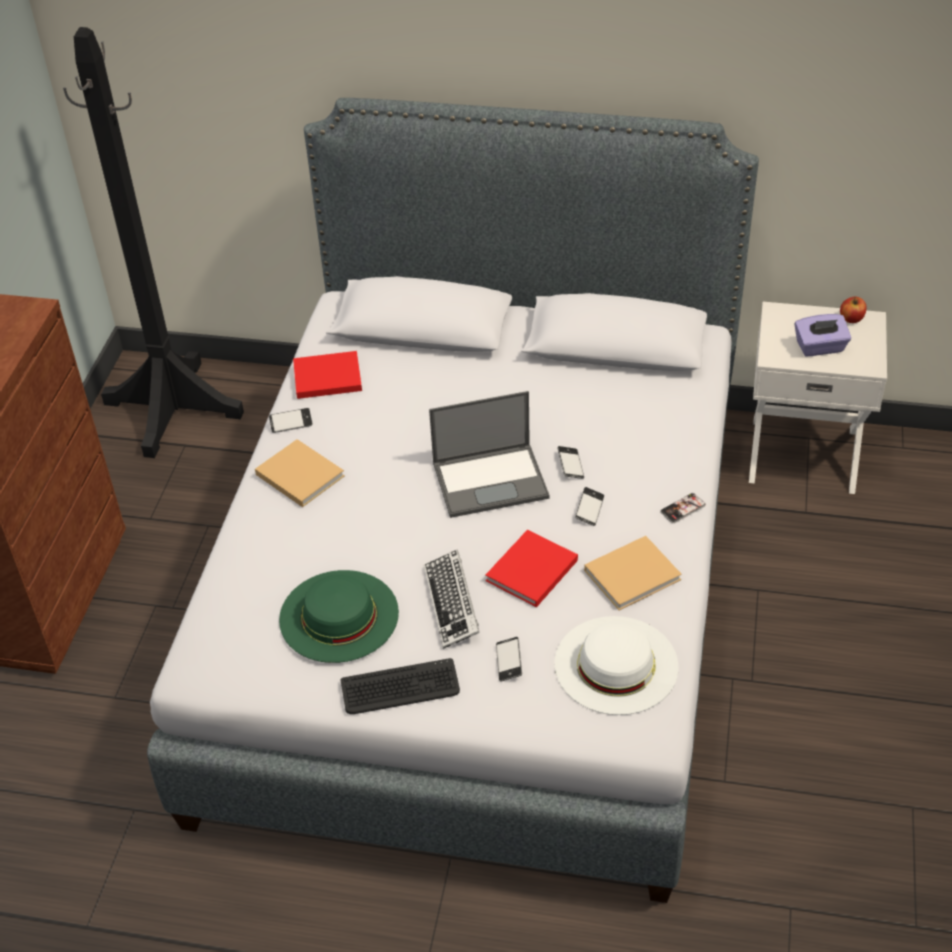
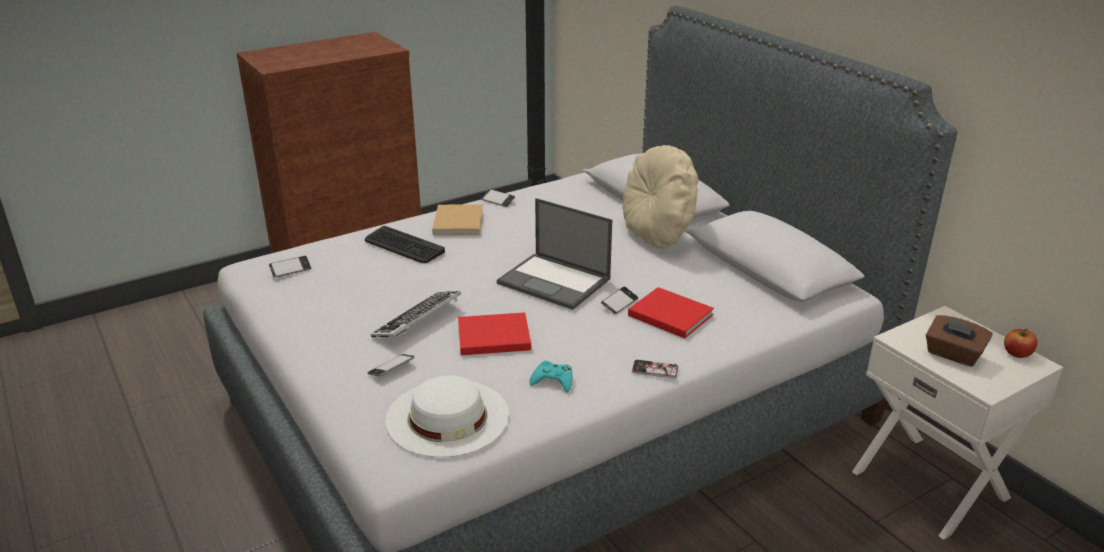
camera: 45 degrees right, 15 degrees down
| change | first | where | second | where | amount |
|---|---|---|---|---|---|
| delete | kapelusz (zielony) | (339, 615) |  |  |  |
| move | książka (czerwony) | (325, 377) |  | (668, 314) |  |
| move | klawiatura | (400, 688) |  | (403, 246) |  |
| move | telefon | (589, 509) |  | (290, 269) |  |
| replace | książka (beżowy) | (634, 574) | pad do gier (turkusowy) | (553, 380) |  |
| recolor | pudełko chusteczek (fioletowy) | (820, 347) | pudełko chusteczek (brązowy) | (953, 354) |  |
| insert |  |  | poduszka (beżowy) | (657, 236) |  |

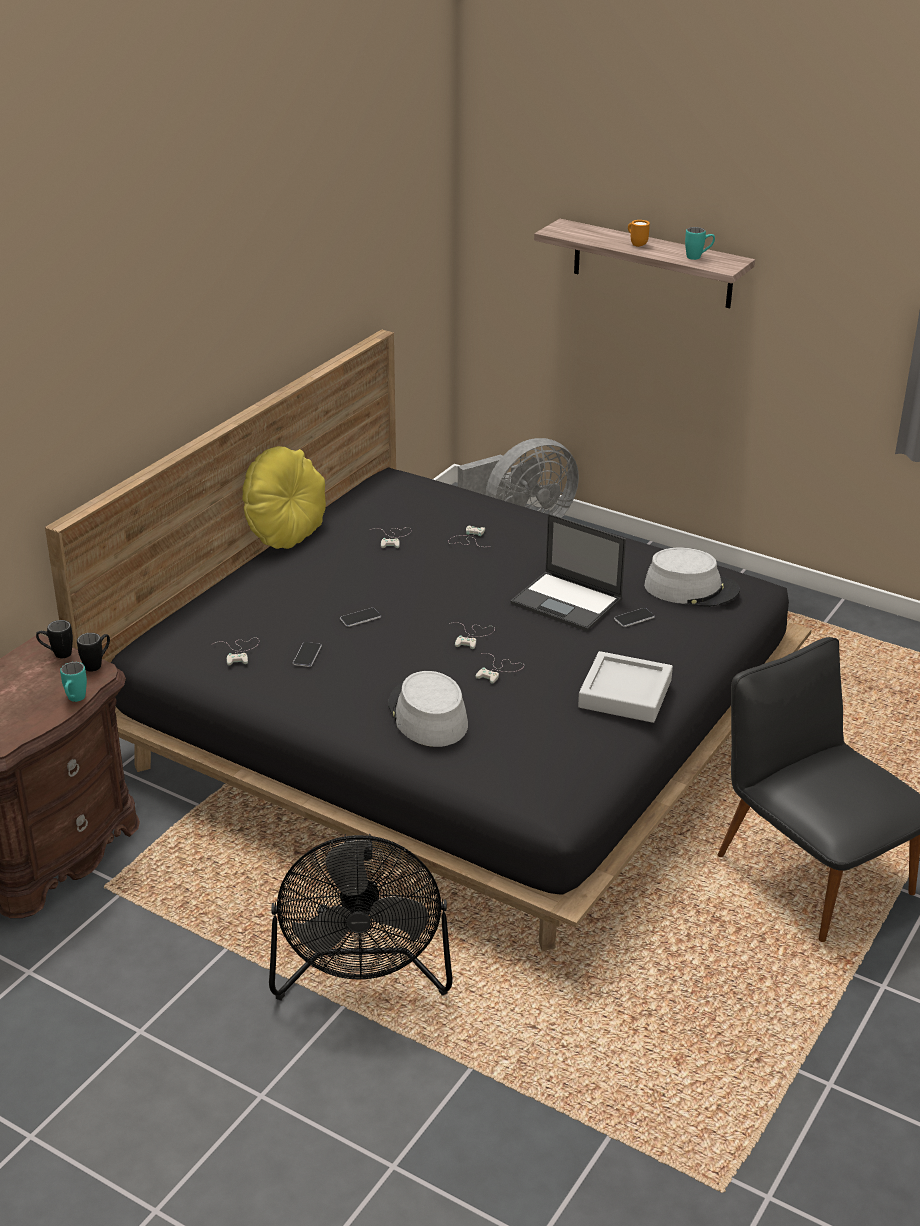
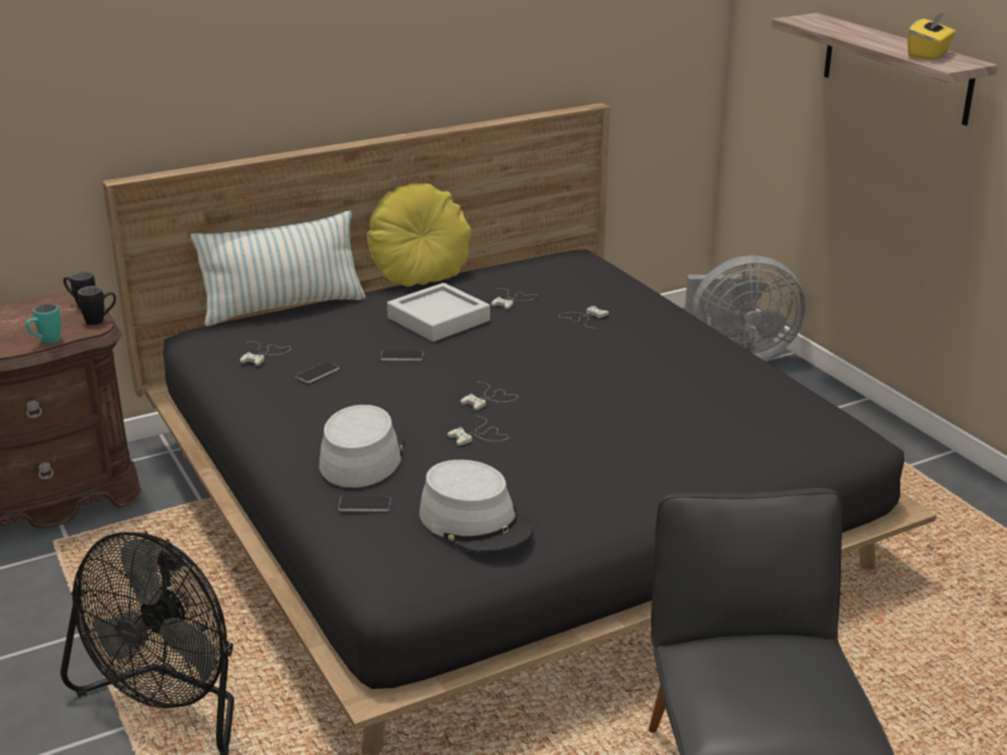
camera: 30 degrees right, 5 degrees down
| change | first | where | second | where | amount |
|---|---|---|---|---|---|
| delete | laptop | (568, 602) |  |  |  |
| move | taca (szary) | (625, 694) |  | (438, 319) |  |
| move | telefon | (634, 618) |  | (364, 505) |  |
| delete | kubek (pomarańczowy) | (636, 244) |  |  |  |
| move | kapelusz (szary) | (691, 589) |  | (475, 522) |  |
| replace | kubek (turkusowy) | (698, 257) | pudełko chusteczek (żółty) | (928, 55) |  |
| insert |  |  | poduszka | (283, 307) |  |

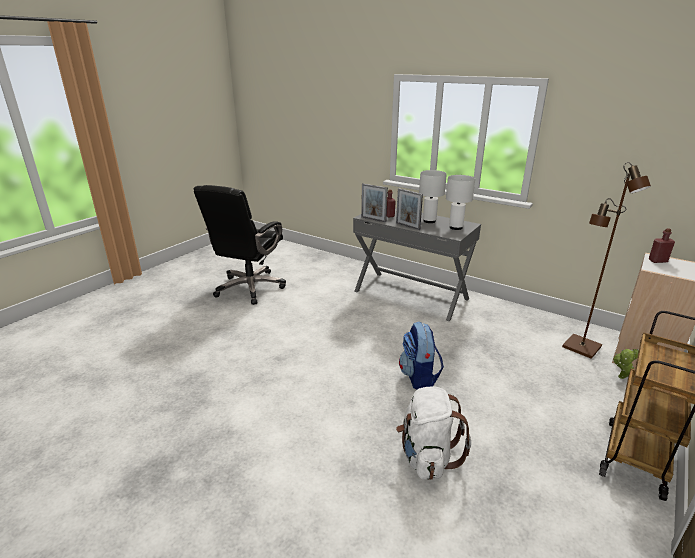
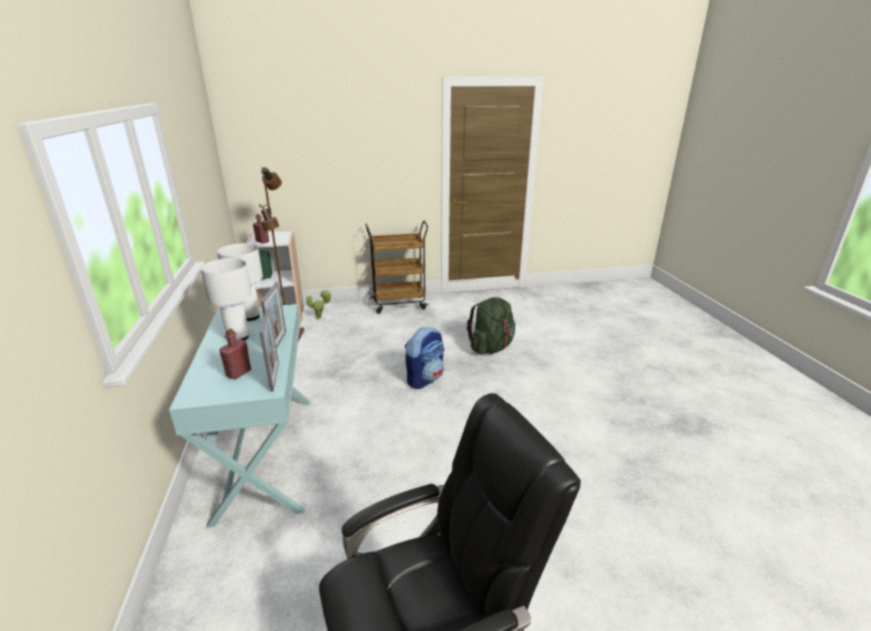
camera: 135 degrees left, 0 degrees up
| change | first | where | second | where | amount |
|---|---|---|---|---|---|
| recolor | biurko (szary) | (411, 295) | biurko (turkusowy) | (266, 454) |  |
| recolor | plecak (biały) | (427, 457) | plecak (zielony) | (491, 347) |  |

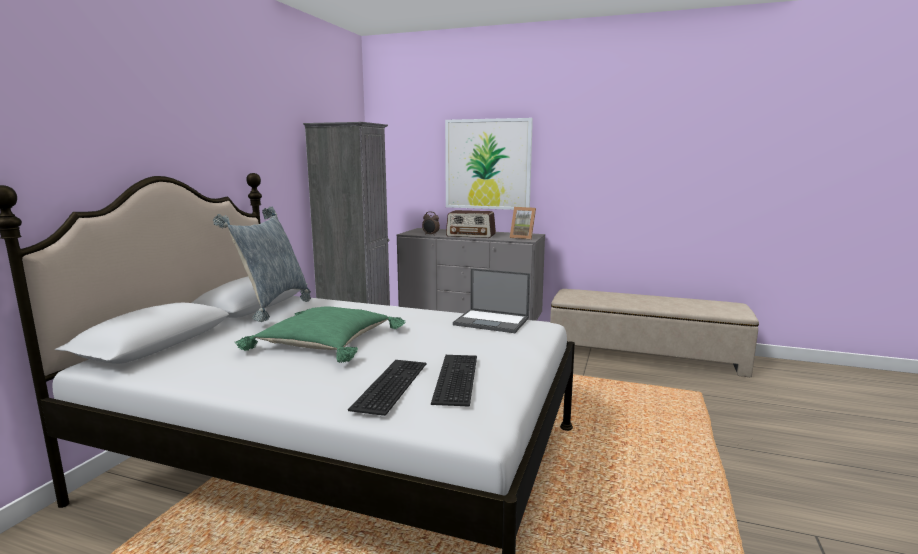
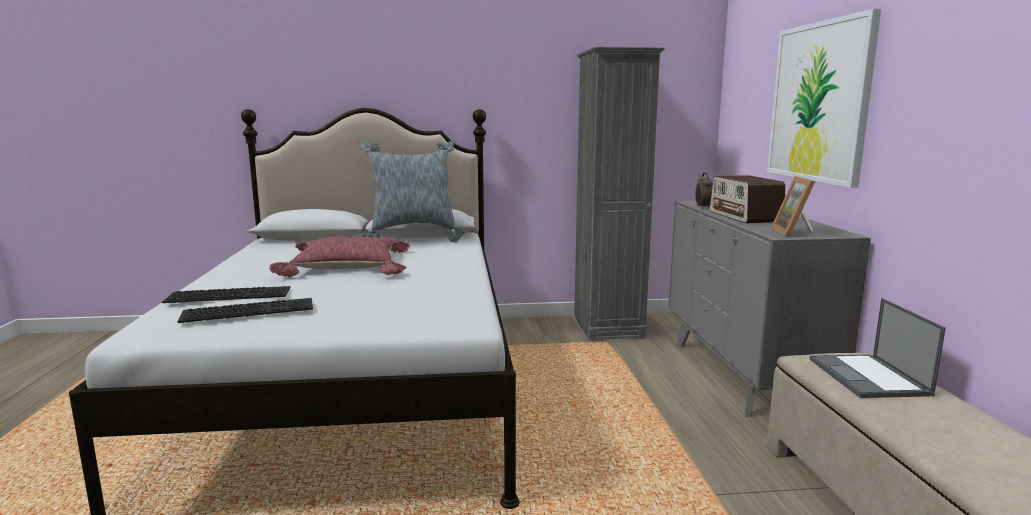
camera: 65 degrees right, 0 degrees up
| change | first | where | second | where | amount |
|---|---|---|---|---|---|
| recolor | poduszka (zielony) | (325, 340) | poduszka (czerwony) | (347, 264) |  |
| move | laptop | (492, 321) |  | (869, 377) |  |

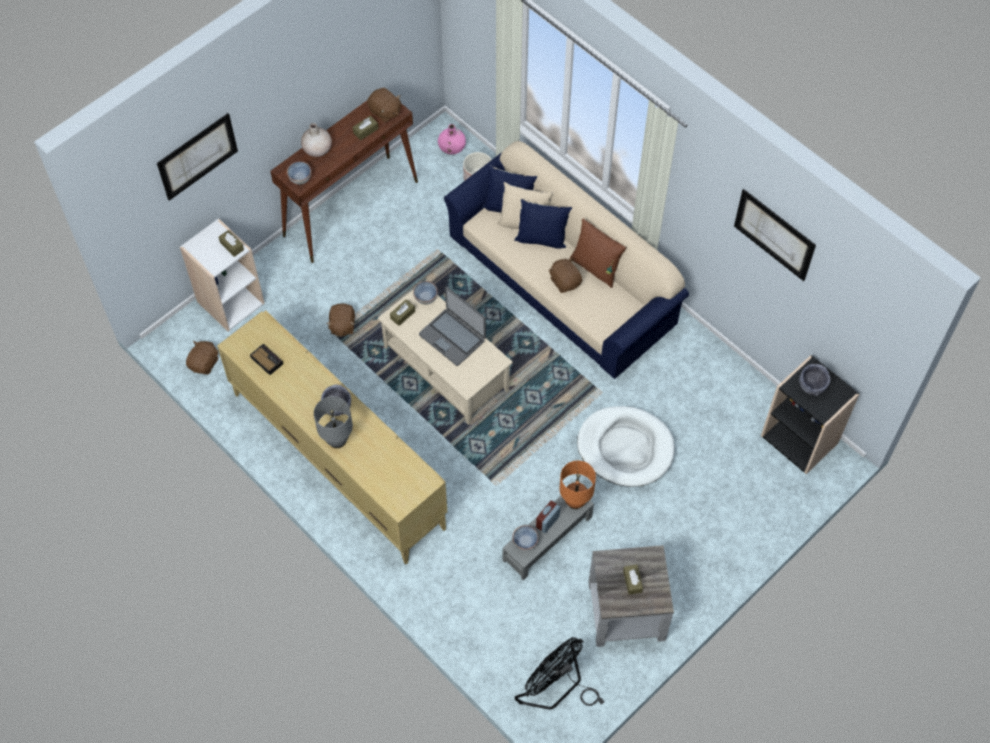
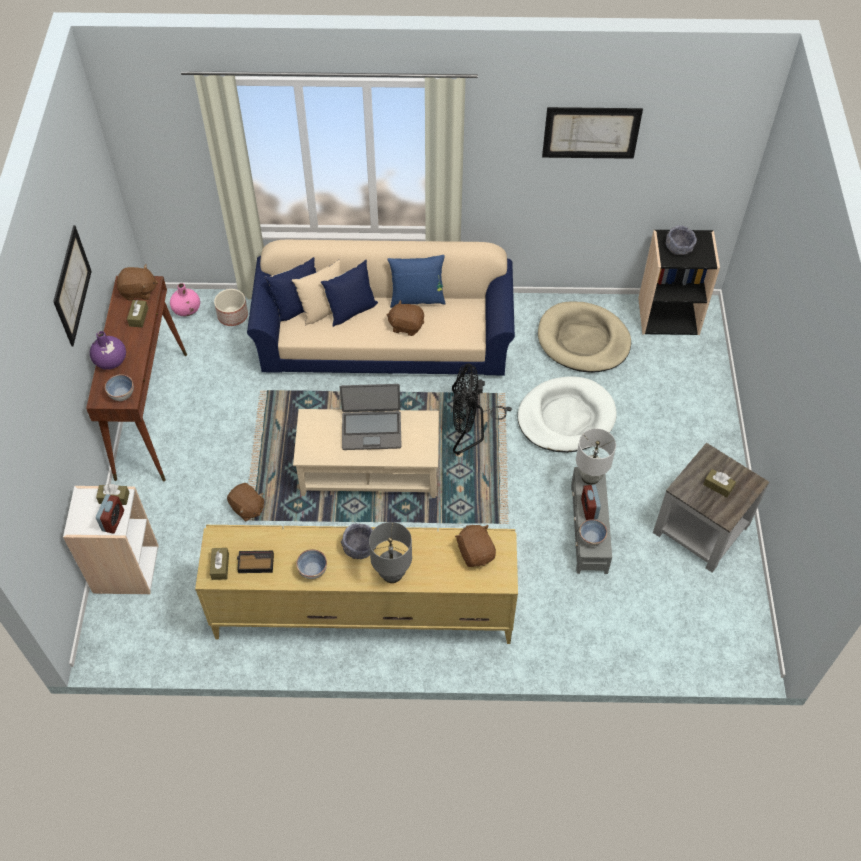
camera: 45 degrees left, 5 degrees down
| change | first | where | second | where | amount |
|---|---|---|---|---|---|
| move | obraz | (197, 156) |  | (72, 285) |  |
| move | pluszak (brązowy) | (204, 363) |  | (476, 552) |  |
| recolor | wazon (beżowy) | (317, 149) | wazon (fioletowy) | (110, 361) |  |
| move | pudełko chusteczek (brązowy) | (402, 315) |  | (220, 566) |  |
| move | miska | (425, 298) |  | (312, 570) |  |
| move | wentylator (czarny) | (560, 685) |  | (471, 422) |  |
| recolor | lampa stołowa (pomarańczowy) | (575, 501) | lampa stołowa (biały) | (590, 477) |  |
| recolor | poduszka (brązowy) | (595, 268) | poduszka (niebieski) | (417, 299) |  |
| insert |  |  | budzik | (113, 521) |  |
| insert |  |  | legowisko (beżowy) | (583, 340) |  |

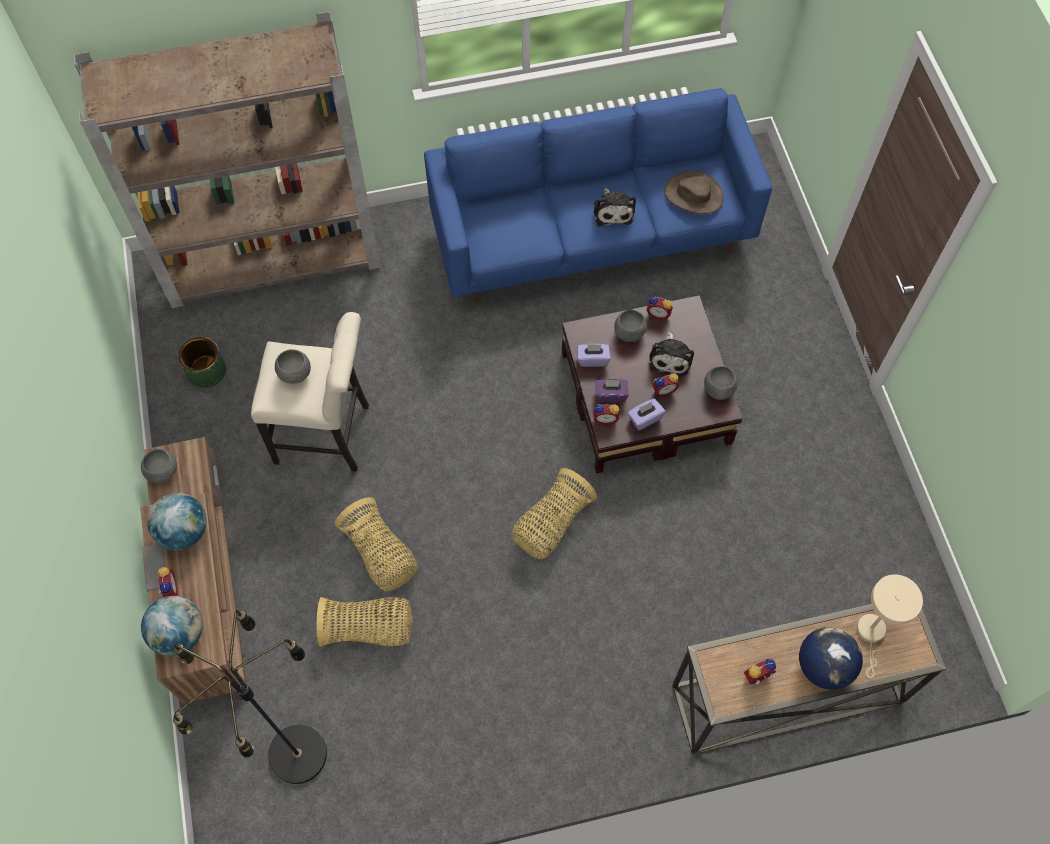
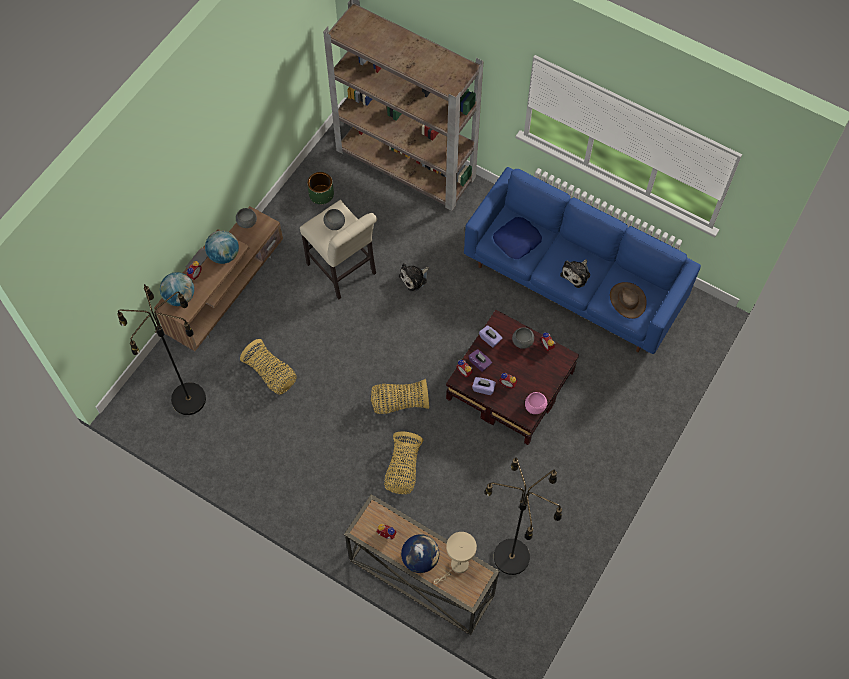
camera: 45 degrees right, 0 degrees up
| change | first | where | second | where | amount |
|---|---|---|---|---|---|
| move | koszyk | (380, 554) |  | (403, 469) |  |
| move | pluszak | (670, 357) |  | (414, 278) |  |
| recolor | miska (szary) | (719, 389) | miska (różowy) | (535, 407) |  |
| insert |  |  | lampa stojąca | (512, 557) |  |
| insert |  |  | poduszka (niebieski) | (517, 241) |  |

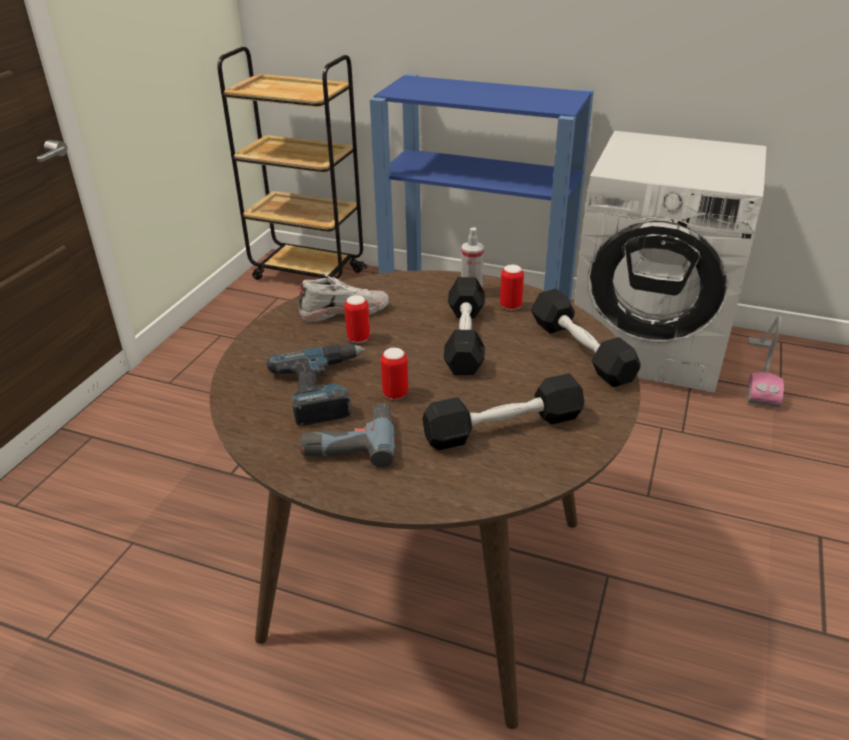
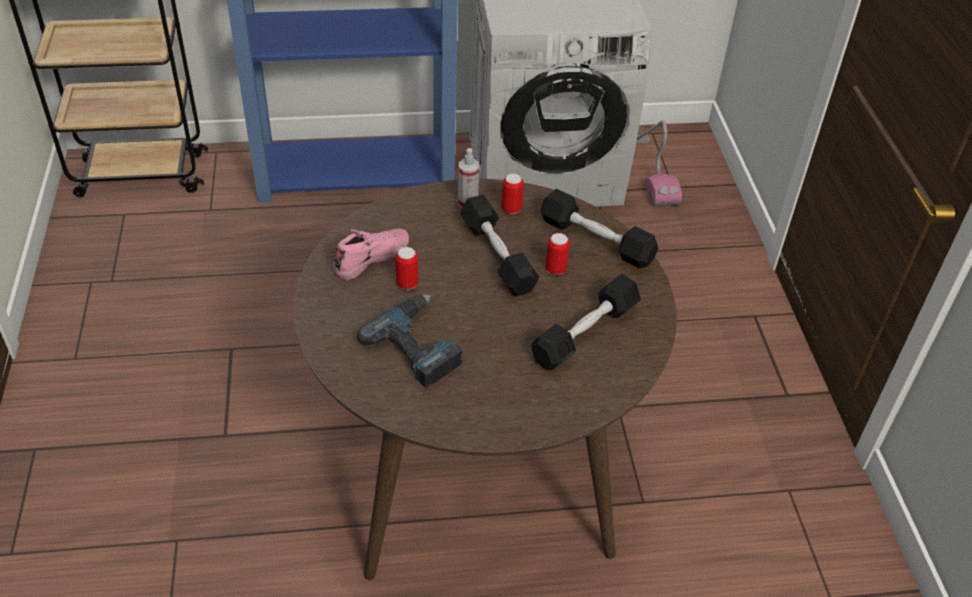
camera: 30 degrees left, 10 degrees up
| change | first | where | second | where | amount |
|---|---|---|---|---|---|
| recolor | but (biały) | (344, 311) | but (różowy) | (371, 257) |  |
| delete | wiertarka | (350, 441) |  |  |  |
| move | puszka | (395, 394) |  | (555, 269) |  |

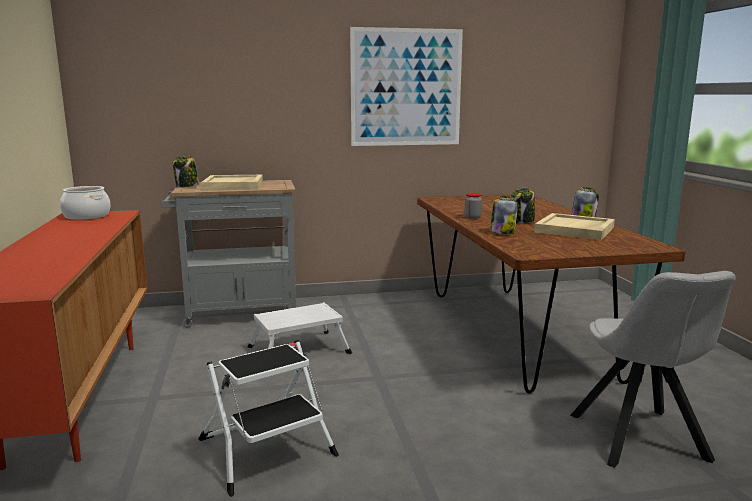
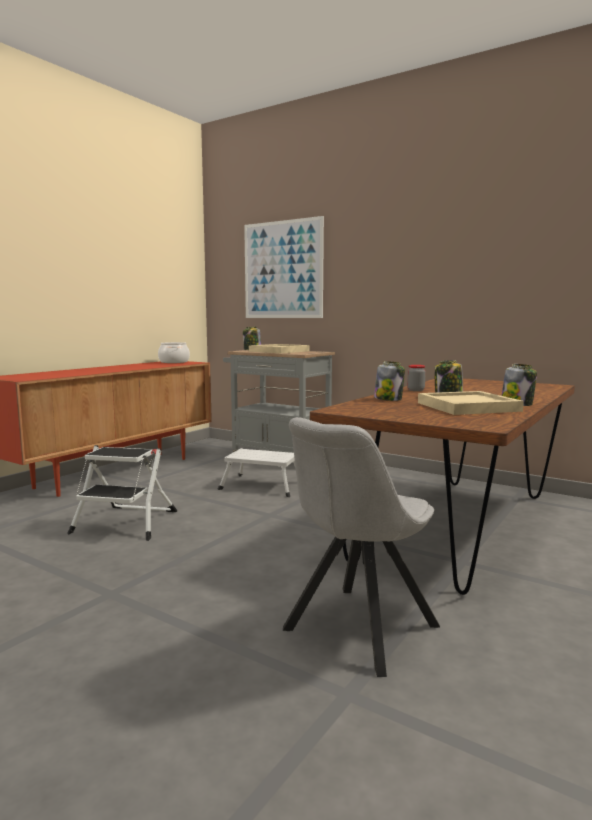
camera: 45 degrees right, 5 degrees down
| change | first | where | second | where | amount |
|---|---|---|---|---|---|
| move | obraz | (406, 88) |  | (282, 270) |  |

